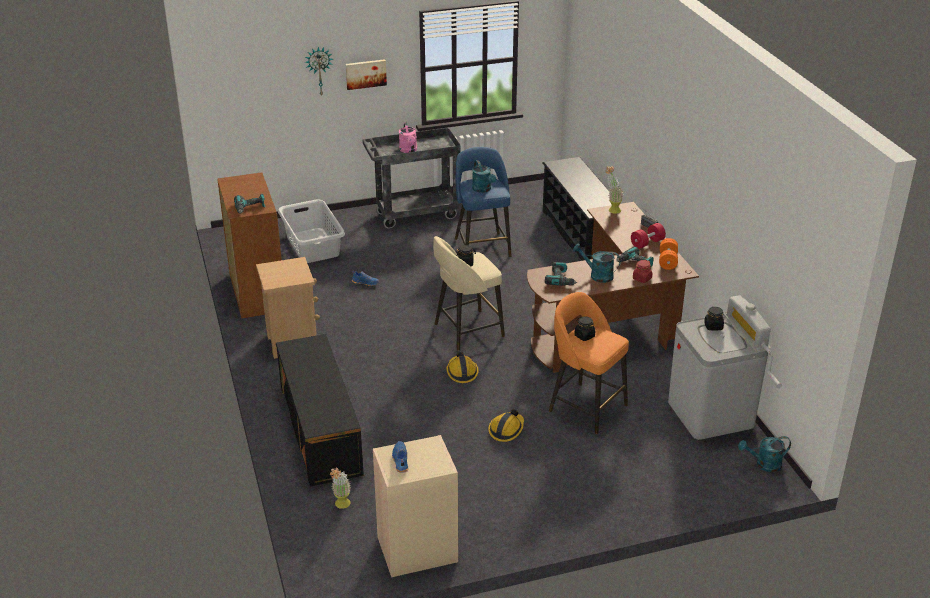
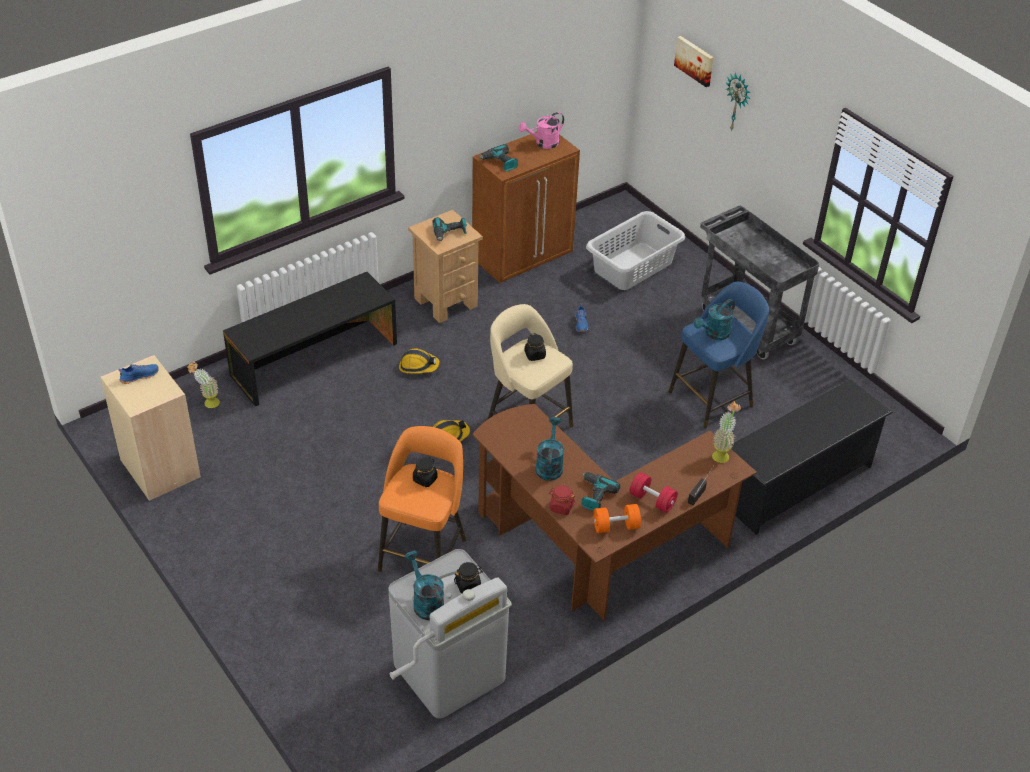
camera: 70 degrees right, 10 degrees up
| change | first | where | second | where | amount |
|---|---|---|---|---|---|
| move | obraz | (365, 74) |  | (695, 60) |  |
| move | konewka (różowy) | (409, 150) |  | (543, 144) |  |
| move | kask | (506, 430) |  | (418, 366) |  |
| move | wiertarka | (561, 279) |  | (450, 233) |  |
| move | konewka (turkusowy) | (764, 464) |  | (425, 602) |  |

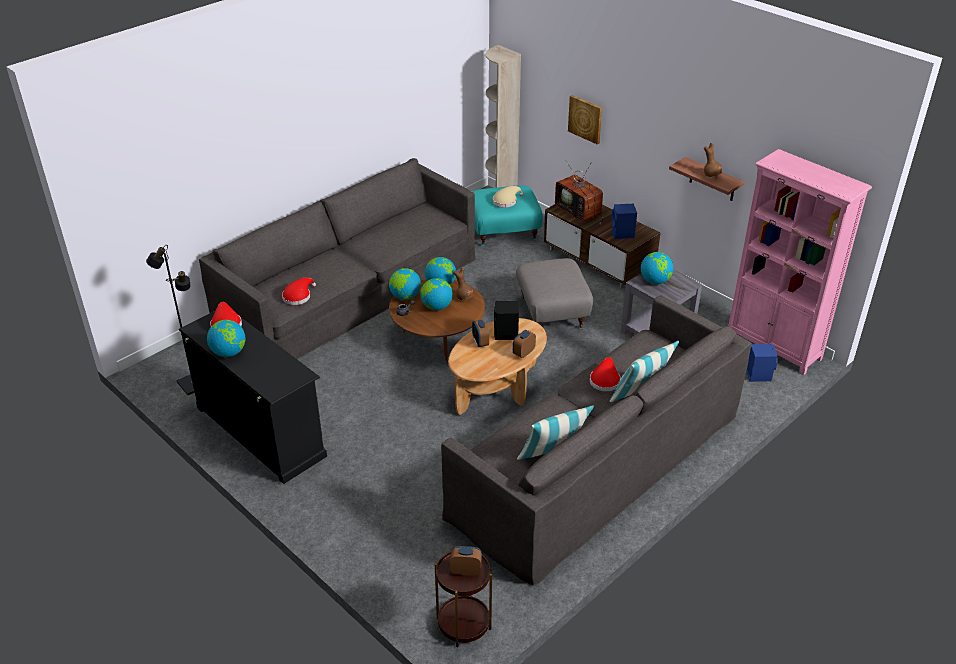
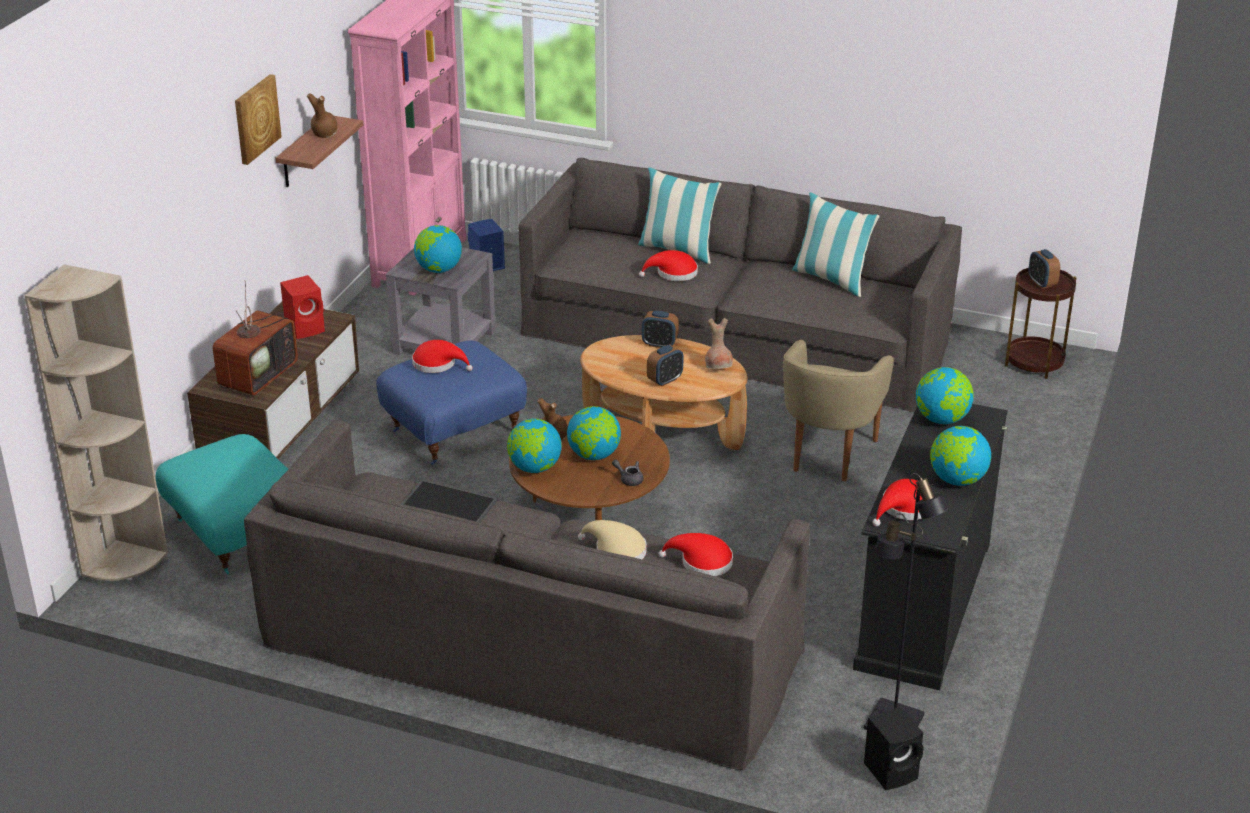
camera: 115 degrees left, 5 degrees down
| change | first | where | second | where | amount |
|---|---|---|---|---|---|
| move | globus | (405, 297) |  | (942, 419) |  |
| move | kapelusz (beżowy) | (506, 201) |  | (616, 551) |  |
| move | głośnik (czarny) | (506, 334) |  | (892, 771) |  |
| recolor | pufa (szary) | (553, 313) | pufa (niebieski) | (454, 430) |  |
| move | obraz | (585, 119) |  | (255, 118) |  |
| recolor | głośnik (niebieski) | (622, 234) | głośnik (czerwony) | (306, 328) |  |
| insert |  |  | taca | (446, 505) |  |
| insert |  |  | kapelusz (czerwony) | (438, 364) |  |
| insert |  |  | wazon (brązowy) | (718, 368) |  |
| insert |  |  | fotel (beżowy) | (828, 454) |  |

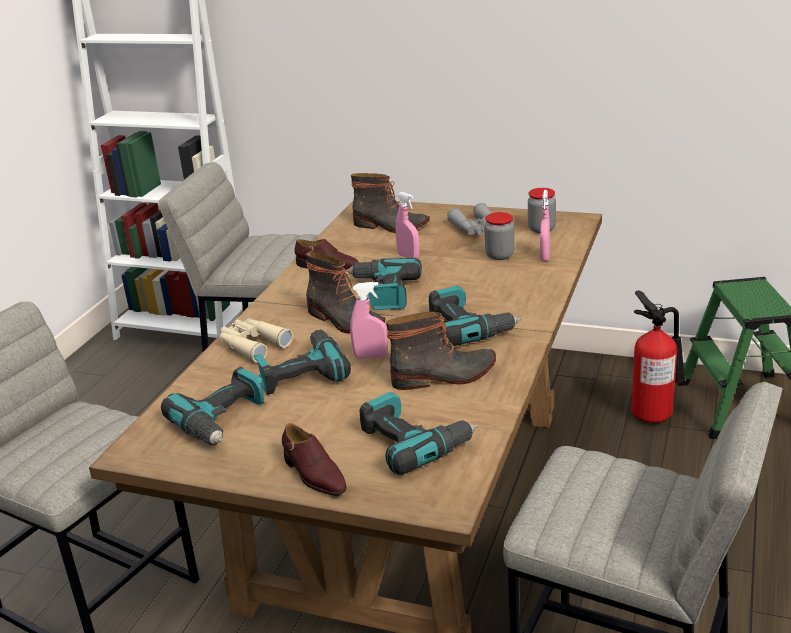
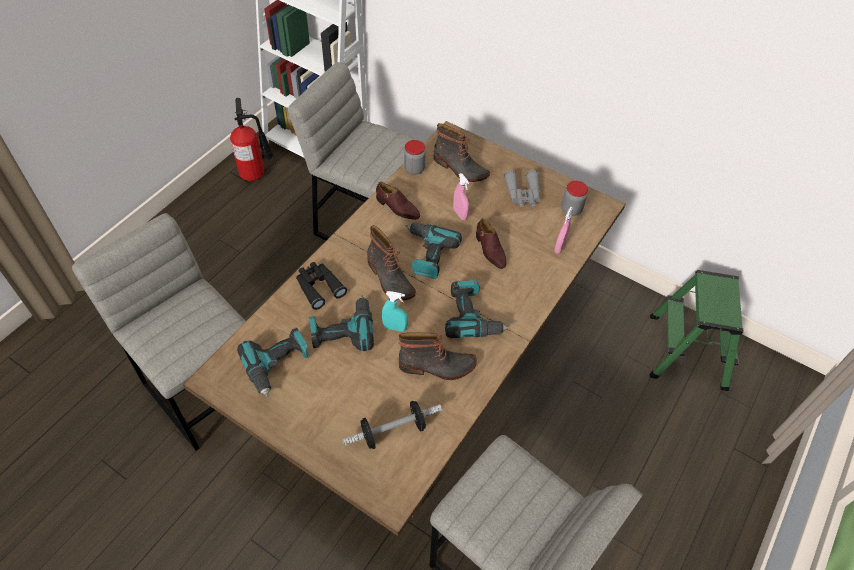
camera: 10 degrees right, 25 degrees up
| change | first | where | second | where | amount |
|---|---|---|---|---|---|
| recolor | lornetka (beżowy) | (252, 345) | lornetka (czarny) | (319, 287) |  |
| move | but (brązowy) | (314, 475) |  | (490, 250) |  |
| recolor | spryskiwacz (różowy) | (371, 356) | spryskiwacz (turkusowy) | (395, 327) |  |
| replace | wiertarka | (414, 443) | hantel | (393, 431) |  |
| move | słoik | (499, 255) |  | (414, 169) |  |
| move | gaśnica | (654, 413) |  | (256, 173) |  |

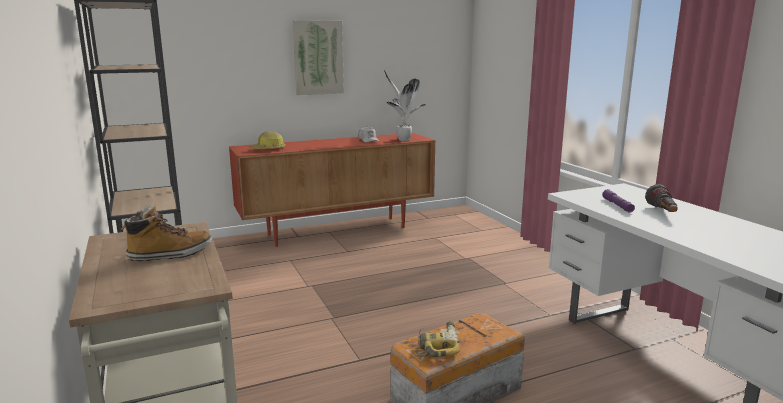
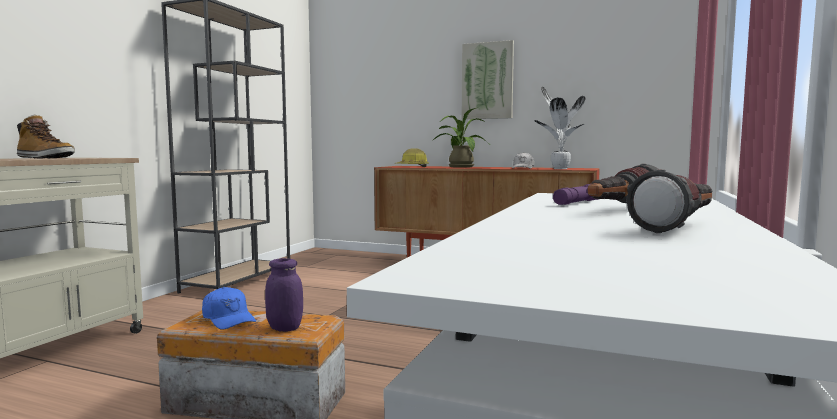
camera: 45 degrees right, 10 degrees down
| change | first | where | second | where | amount |
|---|---|---|---|---|---|
| replace | wiertarka | (437, 345) | czapka z daszkiem (niebieski) | (228, 319) |  |
| insert |  |  | słoik (fioletowy) | (285, 328) |  |
| insert |  |  | roślina doniczkowa | (459, 167) |  |
| insert |  |  | latarka | (679, 227) |  |

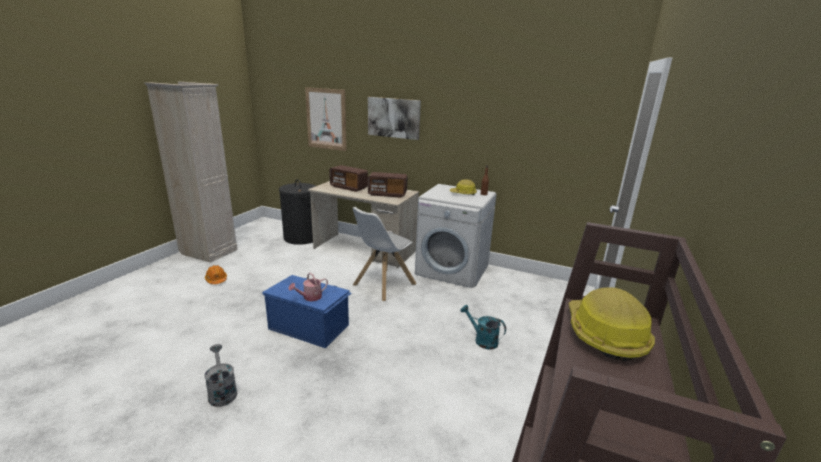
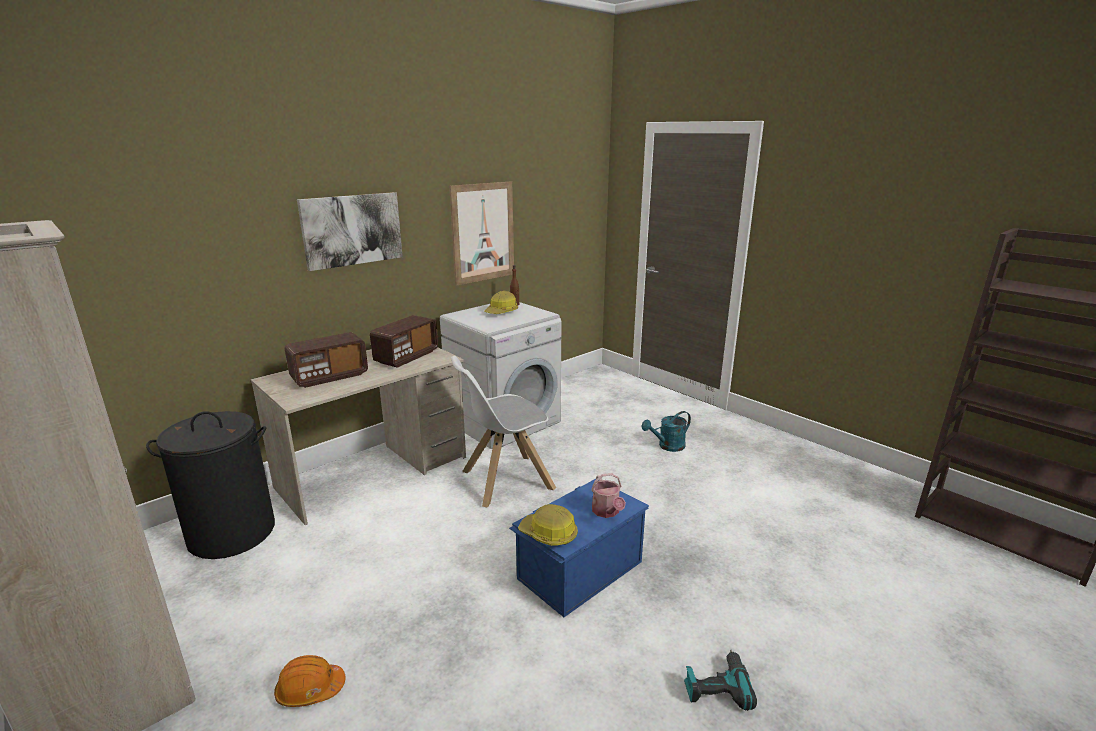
camera: 65 degrees left, 0 degrees up
| change | first | where | second | where | amount |
|---|---|---|---|---|---|
| replace | konewka (szary) | (222, 391) | wiertarka | (716, 686) |  |
| move | obraz | (326, 119) |  | (483, 232) |  |
| rotate | krzesło | (383, 285) |  | (504, 480) | 90 degrees clockwise |
| move | kask | (603, 335) |  | (548, 534) |  |

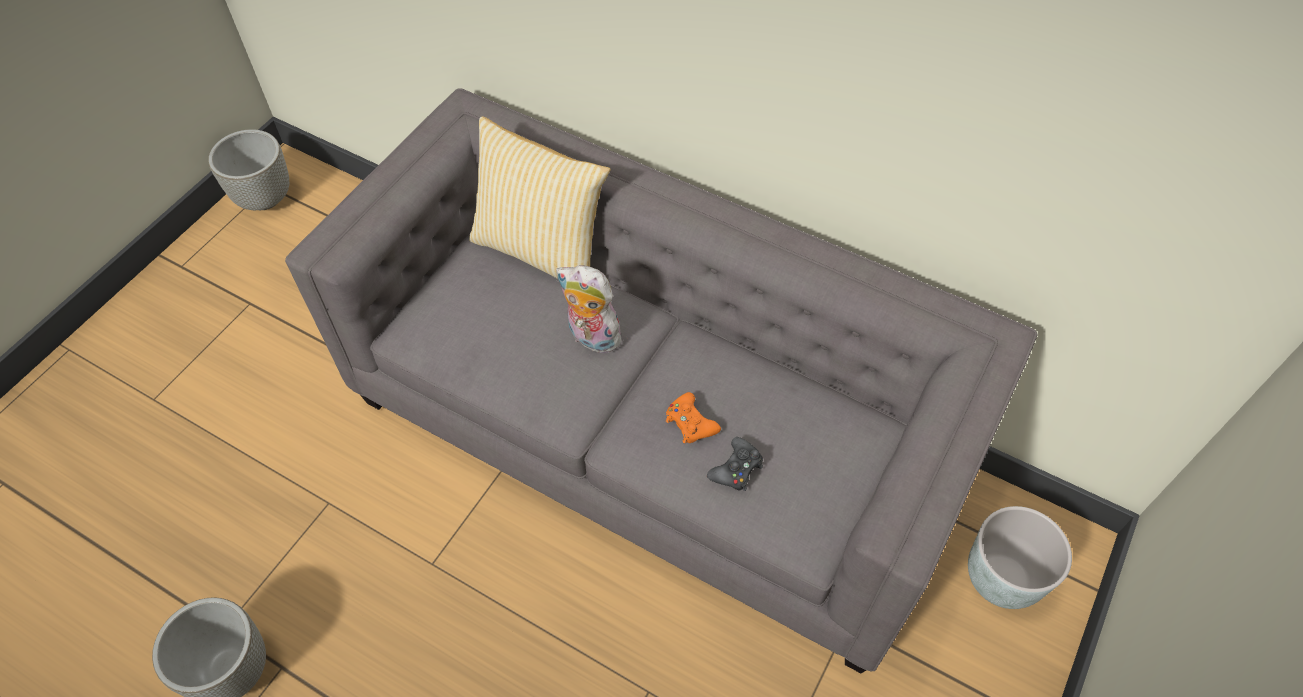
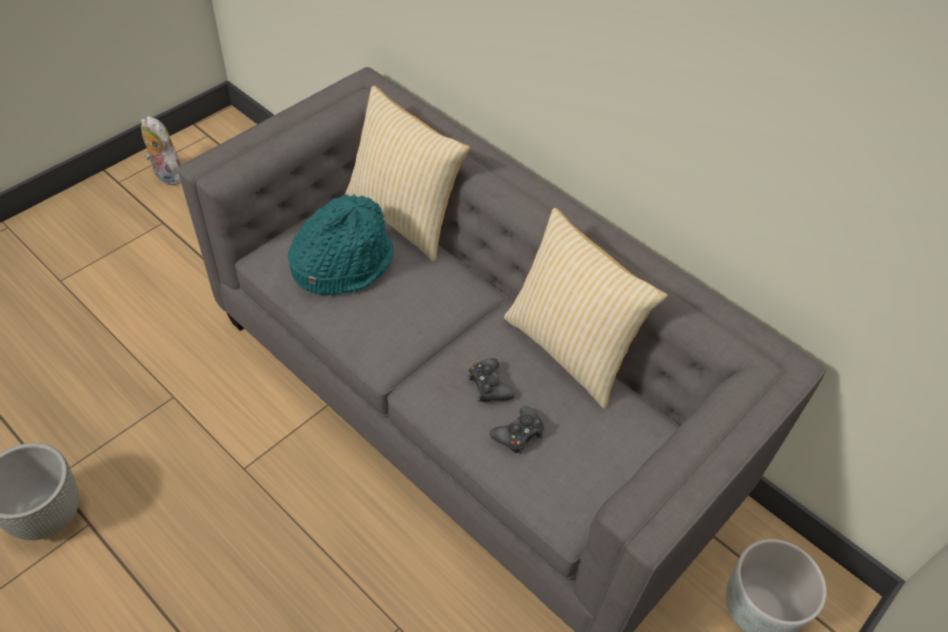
camera: 10 degrees right, 5 degrees down
| change | first | where | second | where | amount |
|---|---|---|---|---|---|
| delete | donica (szary) | (265, 197) |  |  |  |
| move | pluszak | (591, 337) |  | (166, 175) |  |
| recolor | pad do gier (pomarańczowy) | (690, 423) | pad do gier (czarny) | (489, 385) |  |
| insert |  |  | kapelusz (turkusowy) | (342, 263) |  |
| insert |  |  | poduszka | (570, 349) |  |

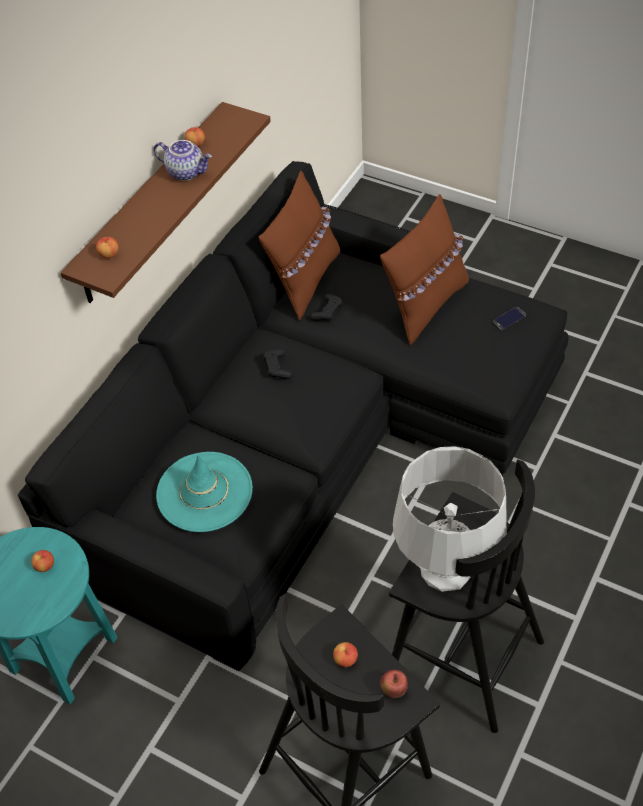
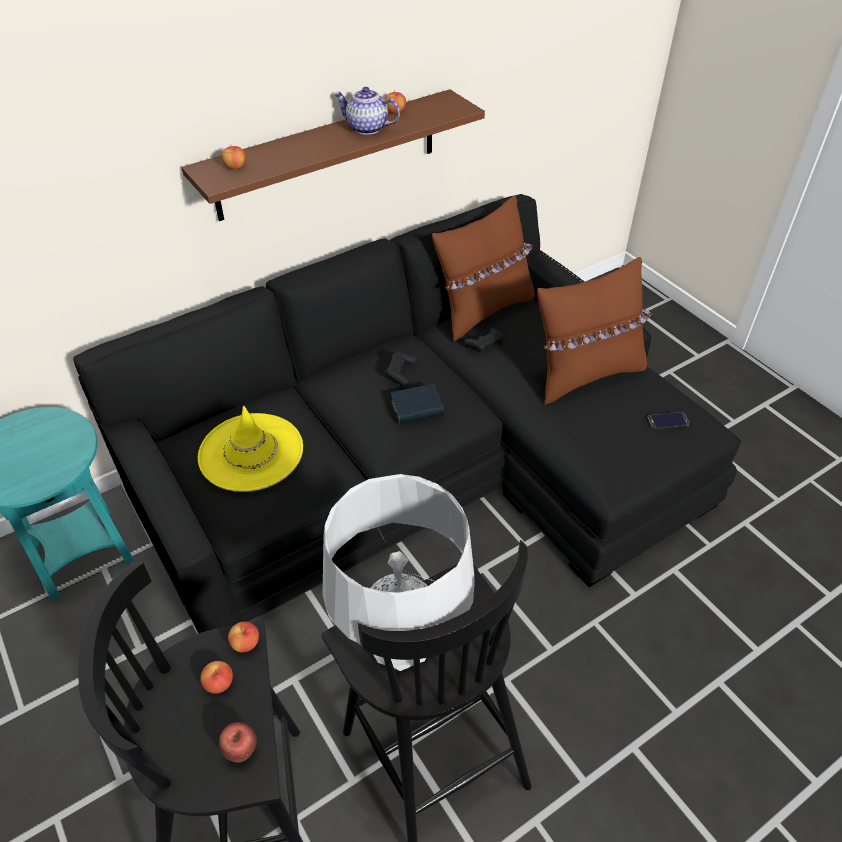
camera: 25 degrees right, 5 degrees down
| change | first | where | second | where | amount |
|---|---|---|---|---|---|
| move | jabłko | (45, 566) |  | (245, 643) |  |
| rotate | imbryk | (186, 172) |  | (366, 128) | 150 degrees clockwise |
| recolor | kapelusz (turkusowy) | (204, 492) | kapelusz (żółty) | (251, 452) |  |
| insert |  |  | książka | (417, 408) |  |

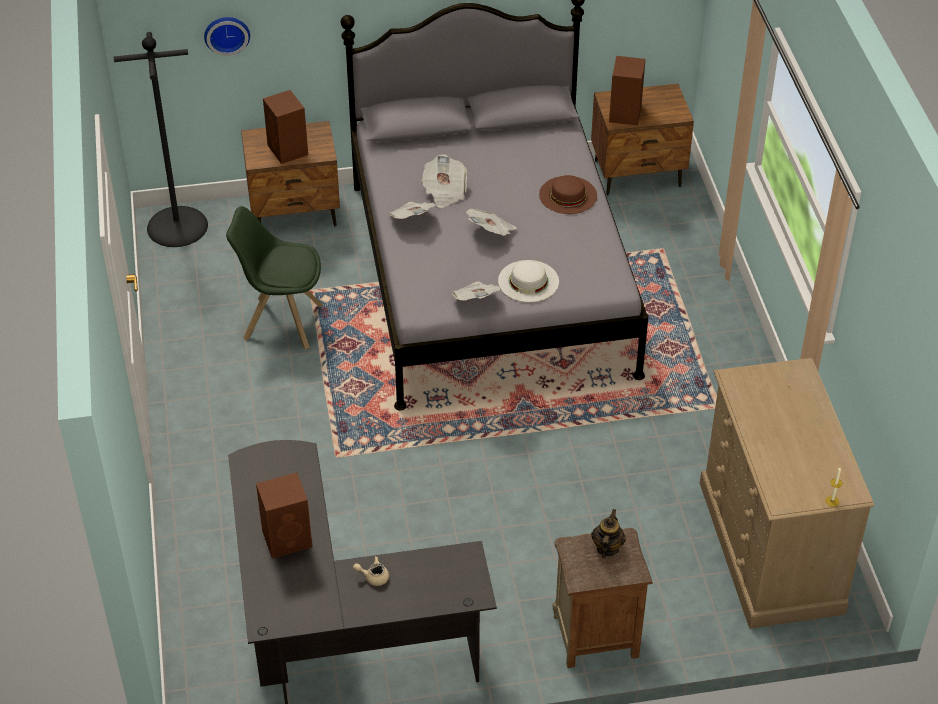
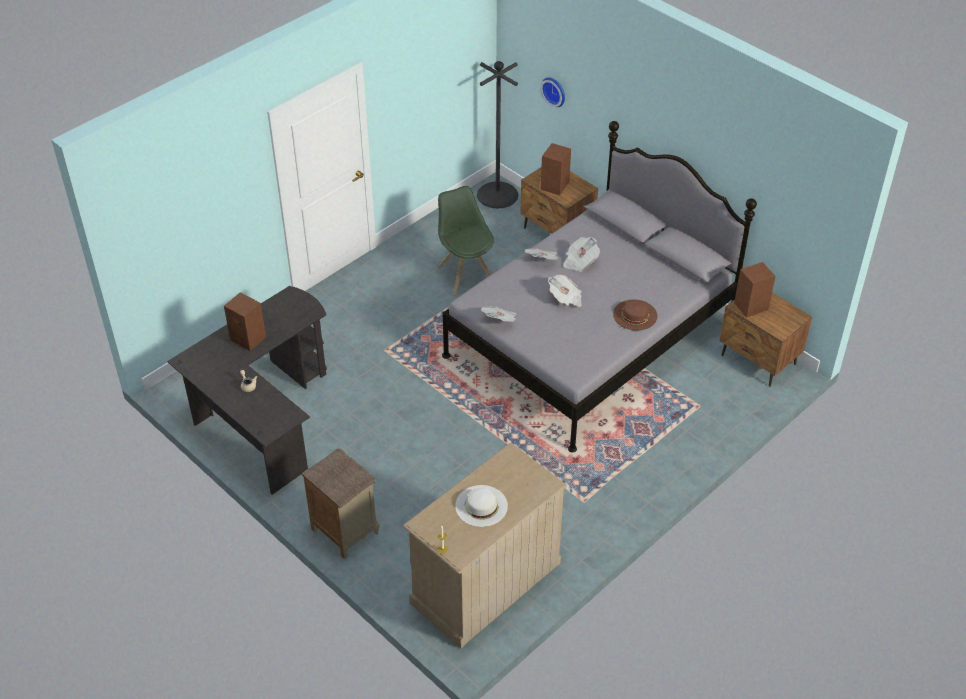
camera: 55 degrees right, 0 degrees up
| change | first | where | second | where | amount |
|---|---|---|---|---|---|
| move | kapelusz (biały) | (528, 281) |  | (481, 506) |  |
| delete | imbryk | (607, 548) |  |  |  |

